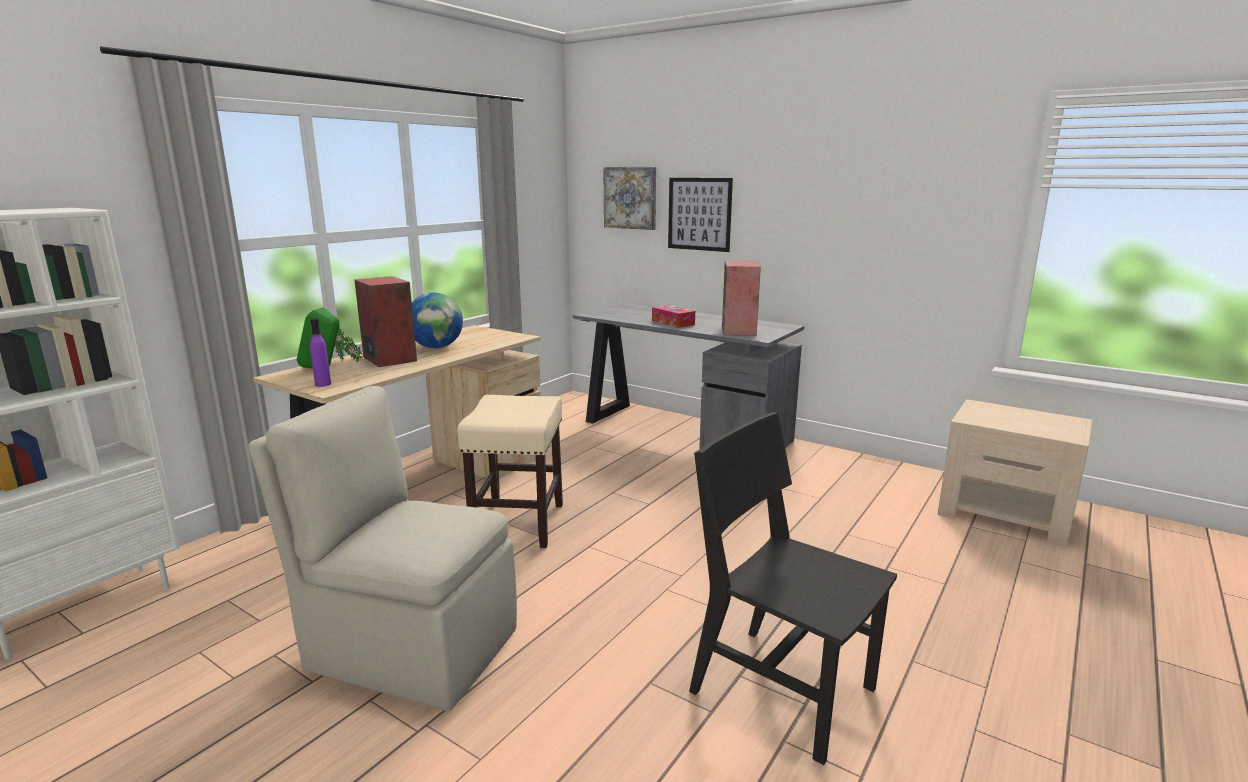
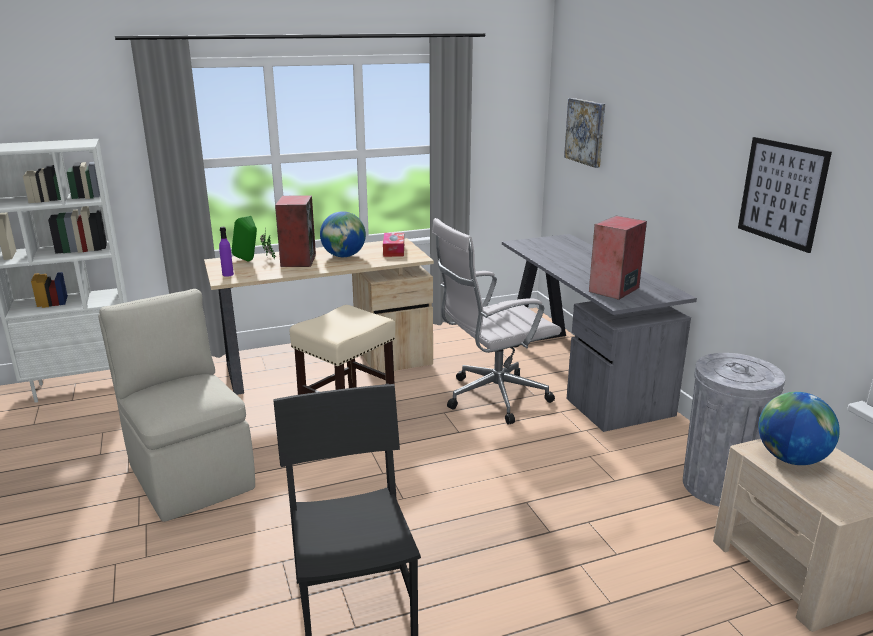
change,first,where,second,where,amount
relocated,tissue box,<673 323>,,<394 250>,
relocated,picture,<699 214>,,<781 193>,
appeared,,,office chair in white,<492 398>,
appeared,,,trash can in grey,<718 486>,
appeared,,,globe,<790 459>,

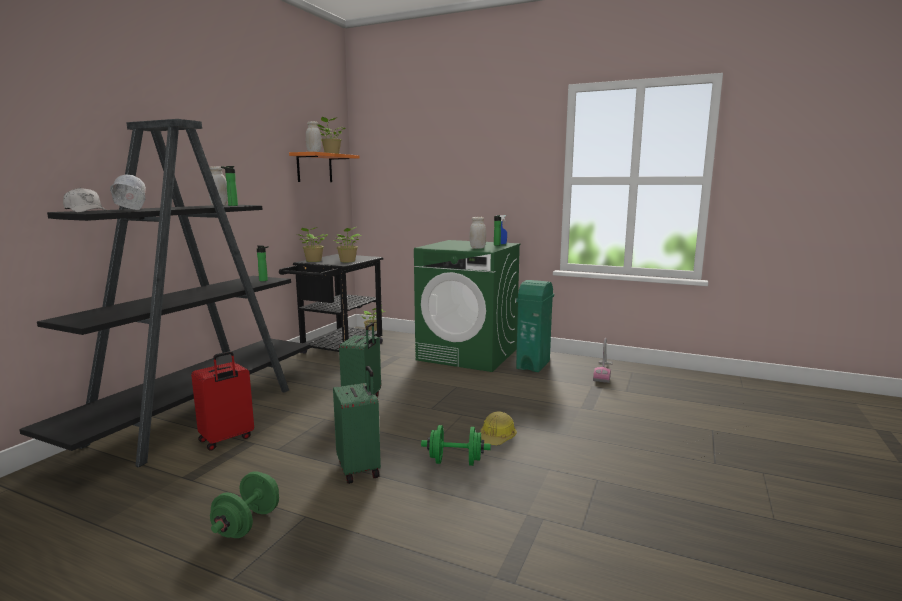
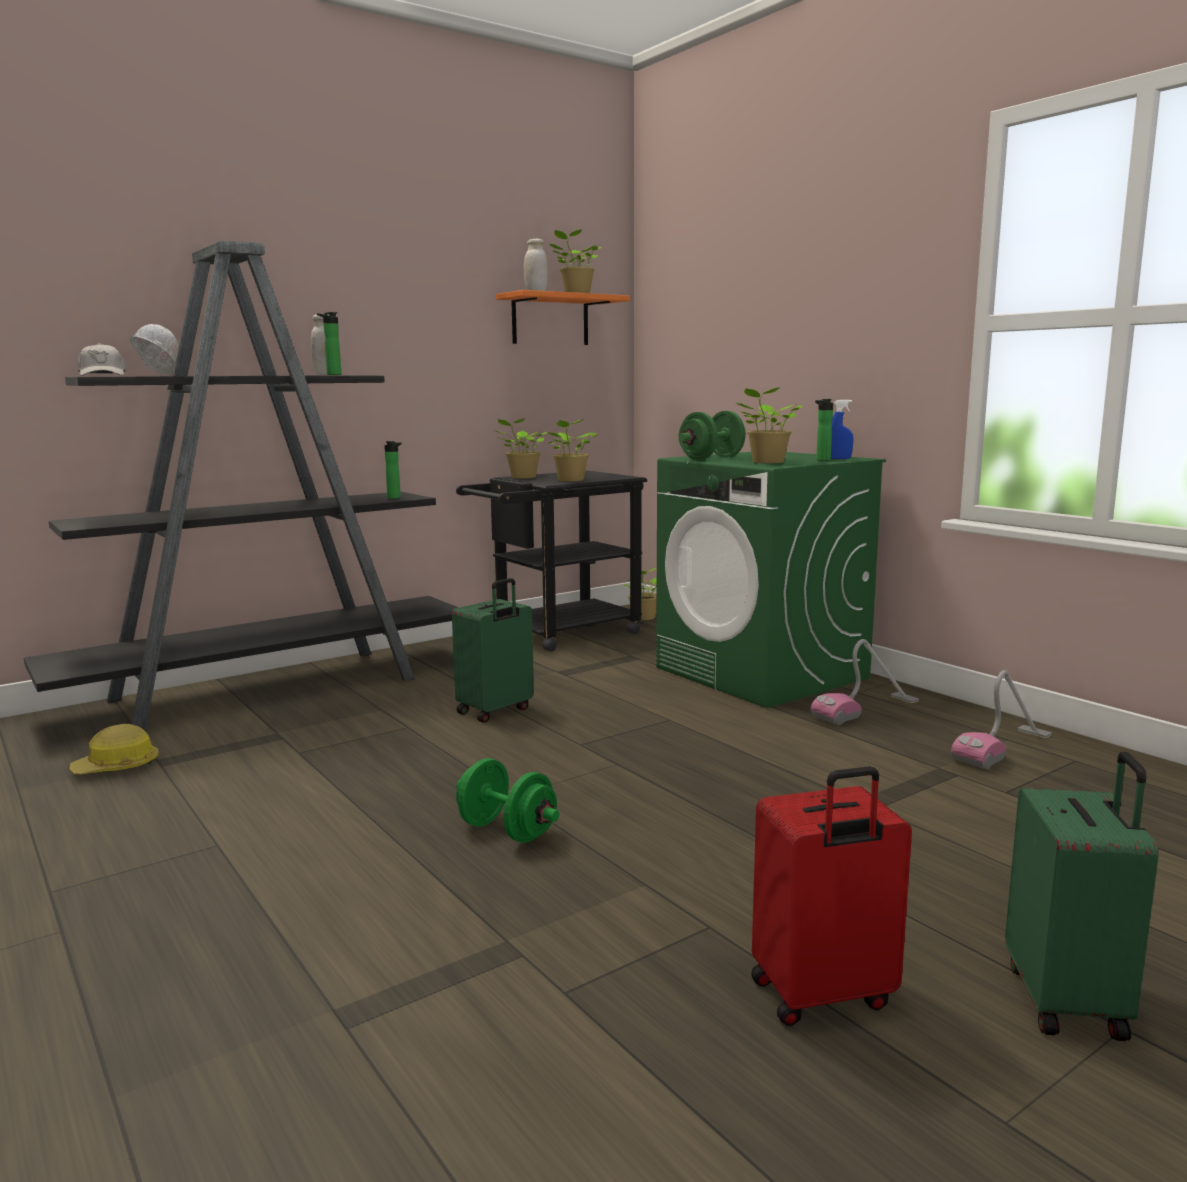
change,first,where,second,where,amount
relocated,suitcase in red,<226 439>,,<823 996>,
relocated,dumbbell in green,<247 524>,,<711 458>,
relocated,suitcase in green,<360 469>,,<1068 1001>,
exchanged,jar in white,<477 248>,potted plant,<766 462>,
relocated,hard hat,<497 438>,,<117 767>,
exchanged,trash can in green,<533 365>,vacuum cleaner,<866 710>,

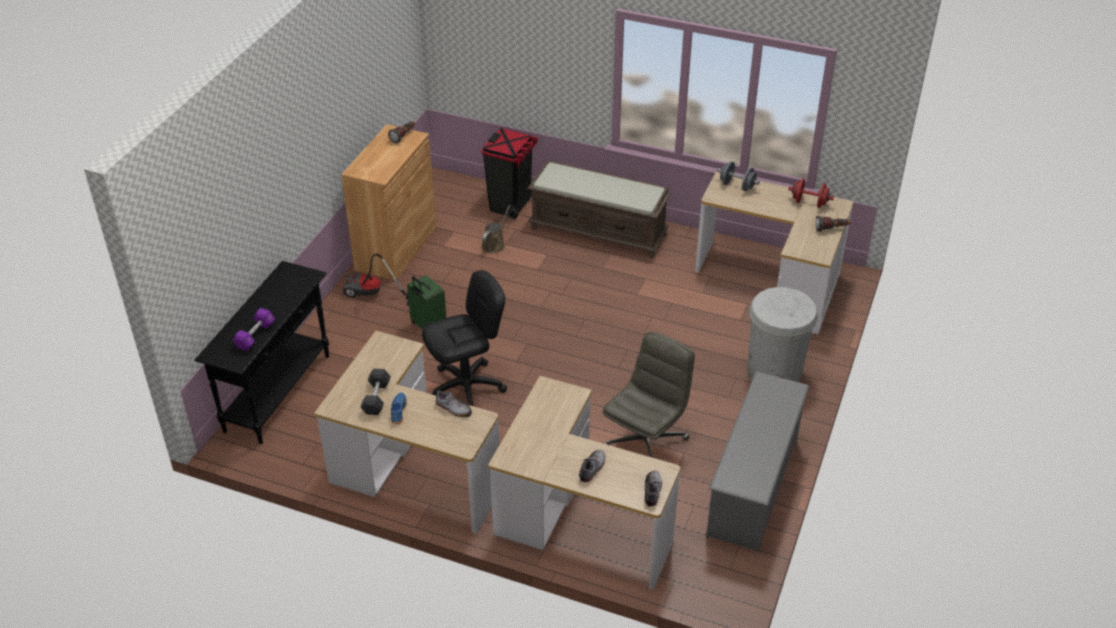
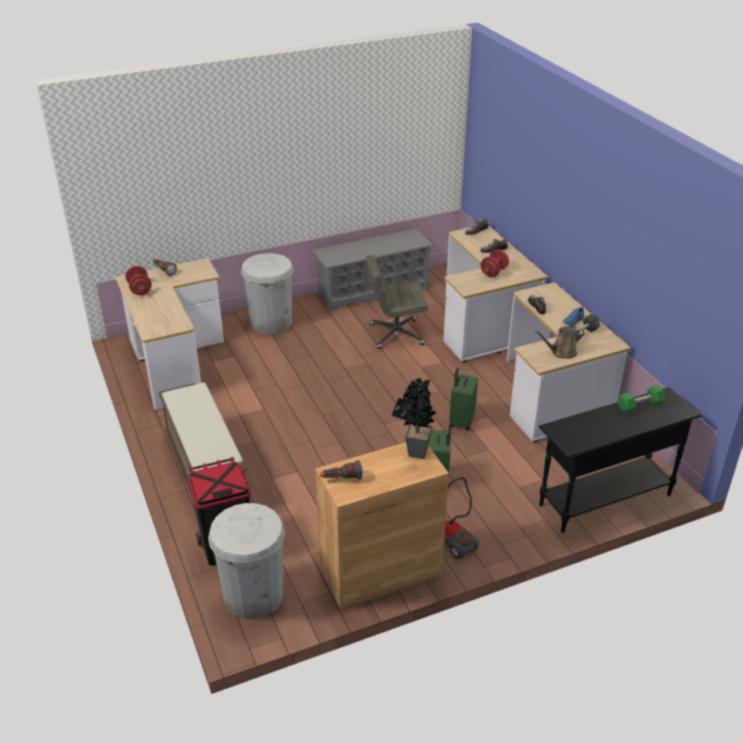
change,first,where,second,where,amount
colour,dumbbell in purple,<255 336>,dumbbell in green,<639 405>,
exchanged,office chair in black,<467 387>,suitcase in green,<461 421>,
relocated,watering can in brown,<494 244>,,<561 352>,
missing,dumbbell in grey,<737 186>,,,
appeared,,,trash can in white,<253 595>,
appeared,,,potted plant,<415 454>,
appeared,,,dumbbell in red,<493 272>,

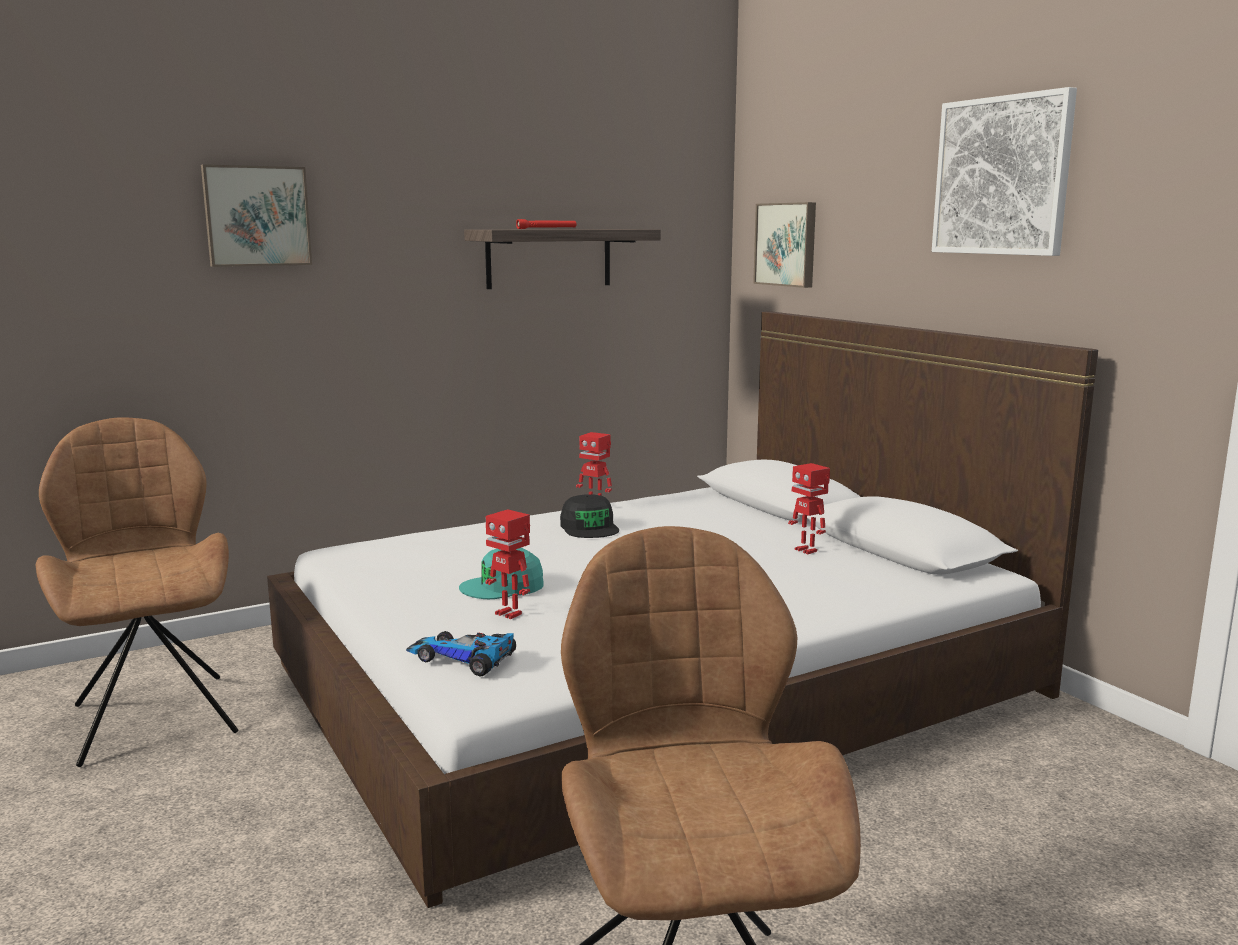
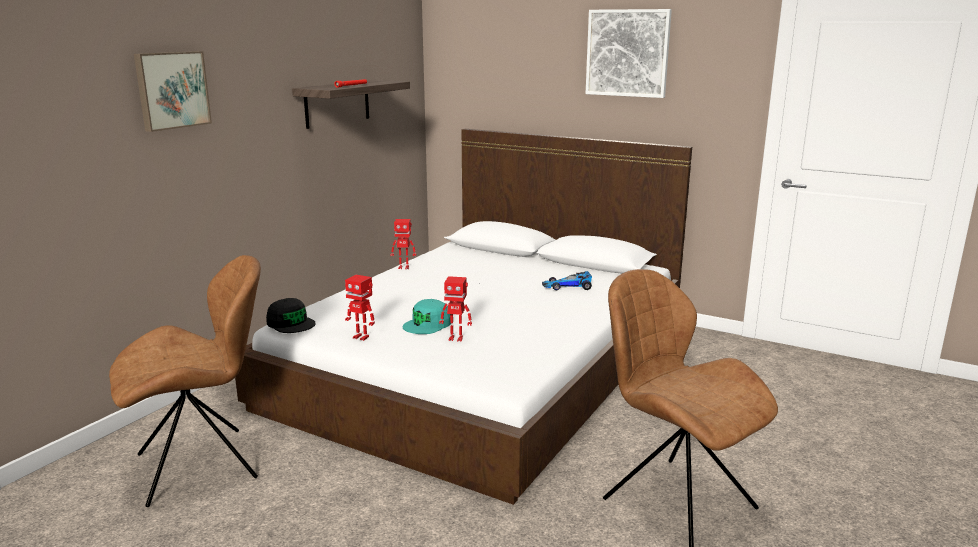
change,first,where,second,where,amount
spun,chair in brown,<154 716>,,<202 465>,120 degrees clockwise
relocated,toy car,<462 659>,,<568 286>,
relocated,cap in black,<589 527>,,<291 323>,
missing,picture,<787 244>,,,
relocated,toy robot,<807 550>,,<361 337>,

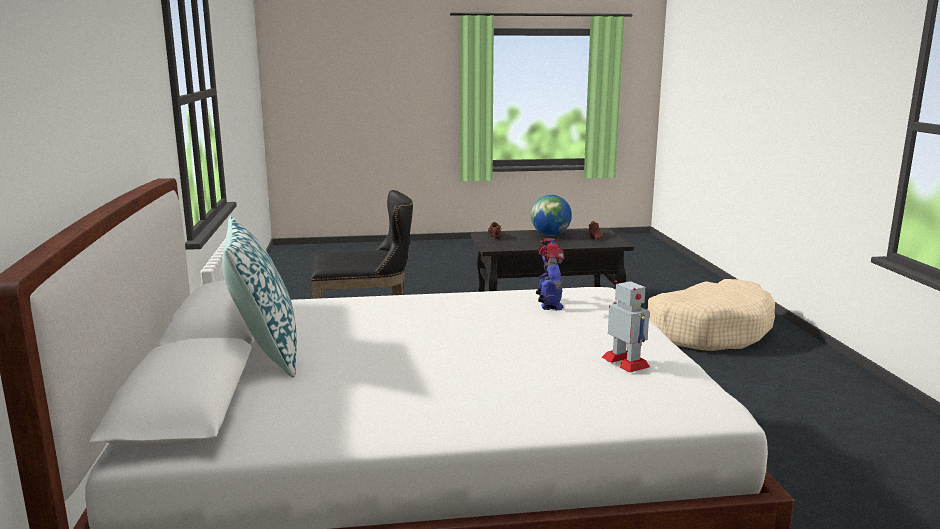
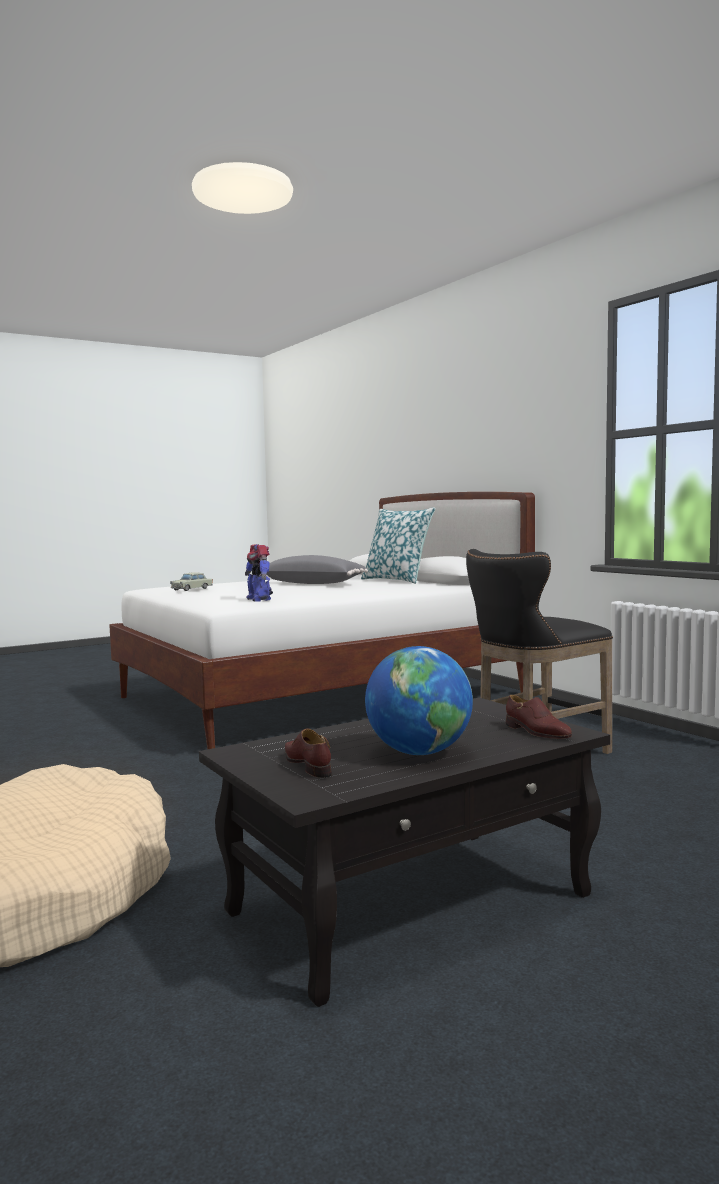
change,first,where,second,where,amount
exchanged,toy robot,<626 362>,toy car in beige,<192 589>,
appeared,,,pillow in grey,<314 583>,

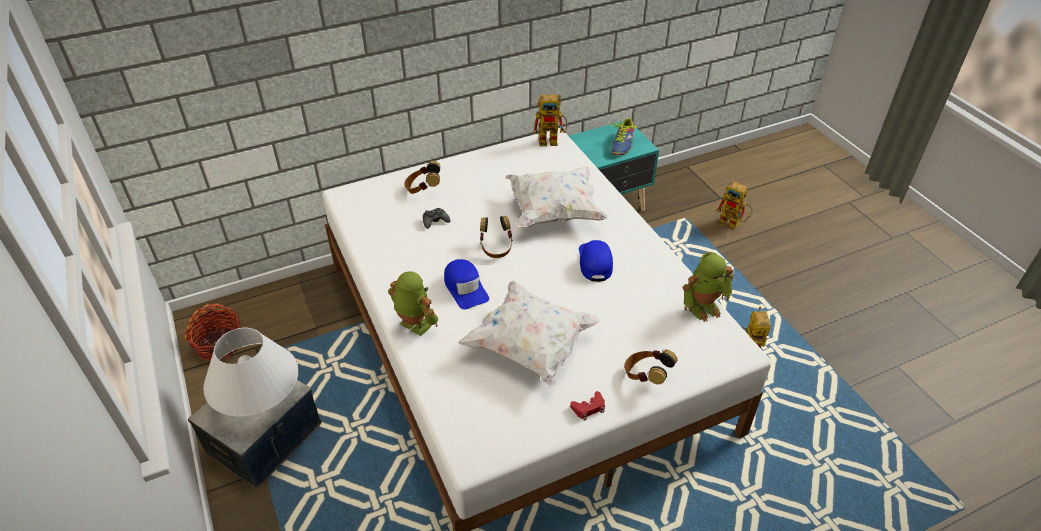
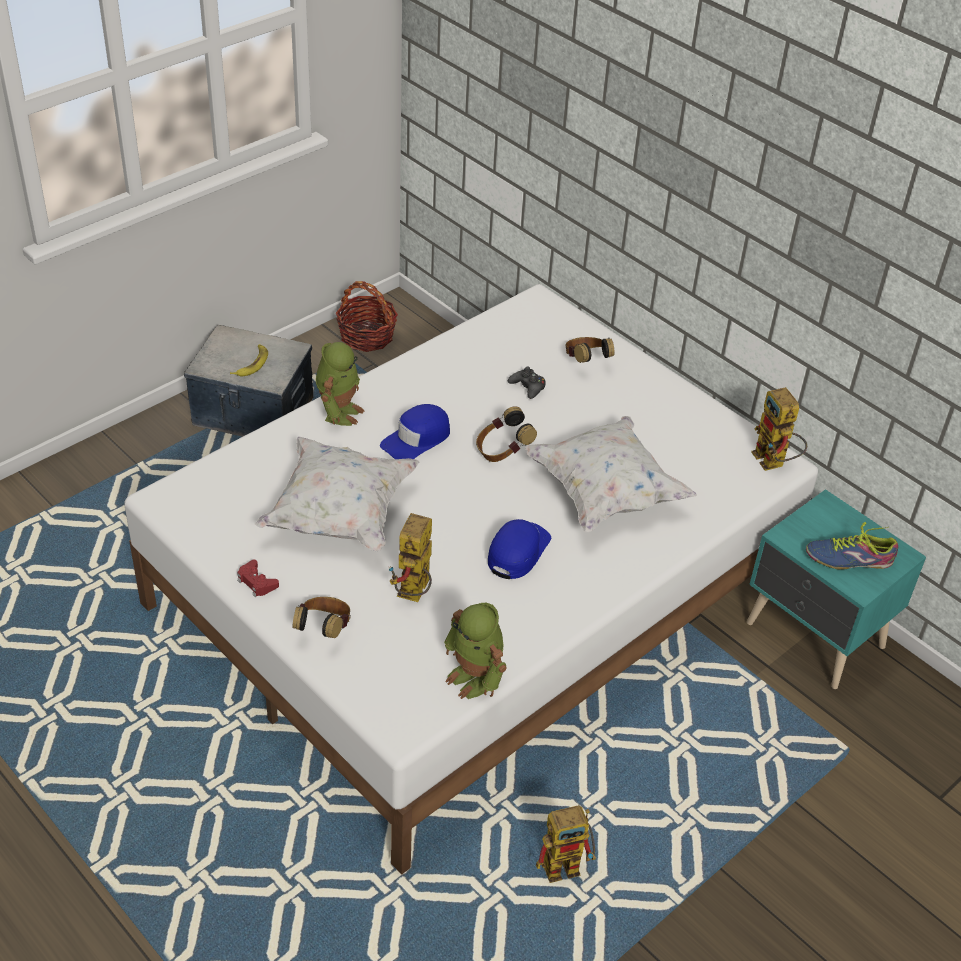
change,first,where,second,where,amount
exchanged,table lamp in white,<260 401>,banana,<252 364>,
spun,cap in blue,<595 262>,,<517 551>,45 degrees counterclockwise
relocated,toy robot,<733 224>,,<414 595>,

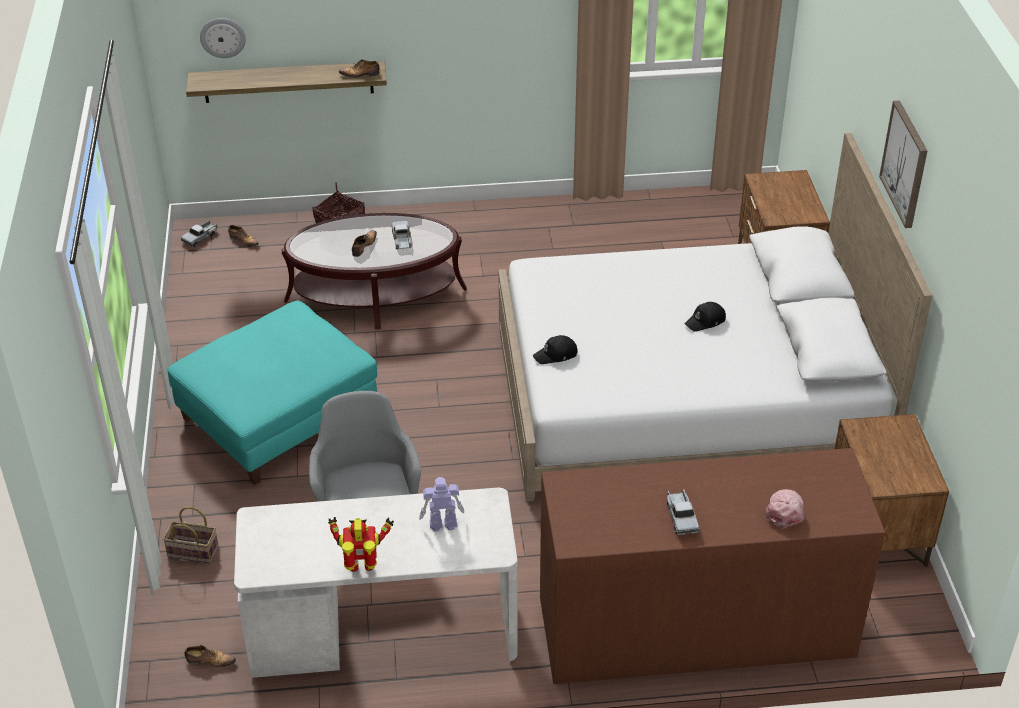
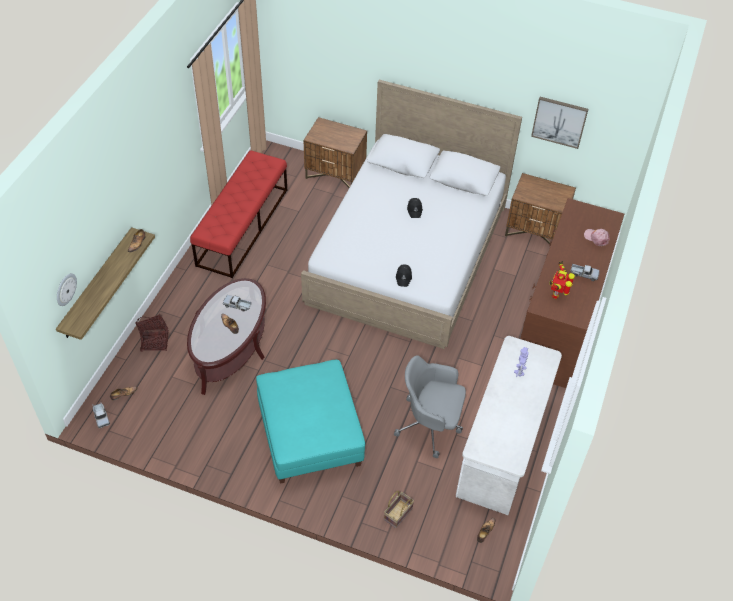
change,first,where,second,where,amount
relocated,toy robot,<362 568>,,<557 294>,
relocated,picture,<905 163>,,<559 121>,
appeared,,,bench in red,<243 226>,

